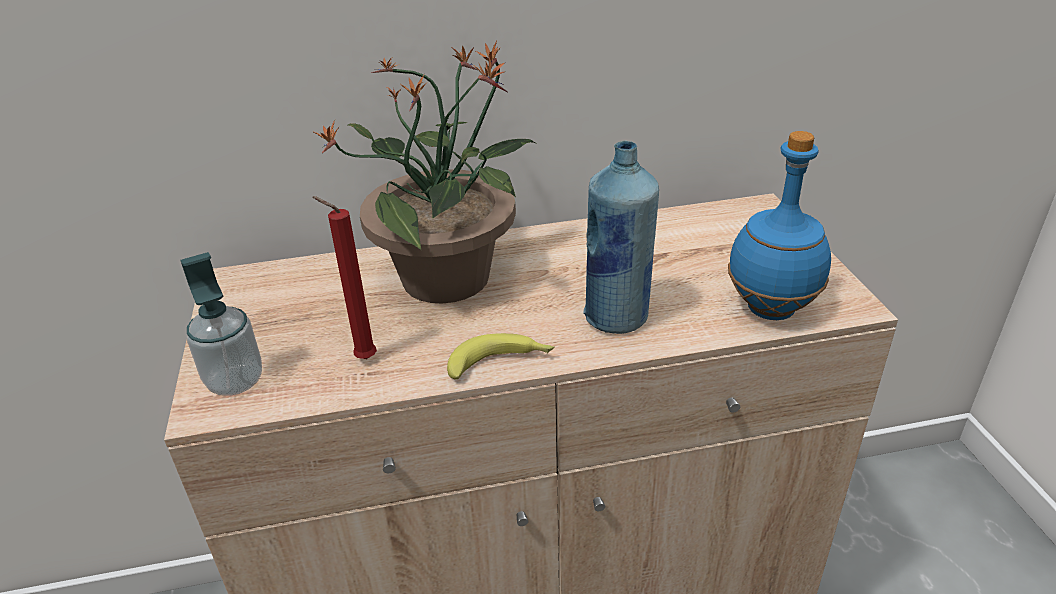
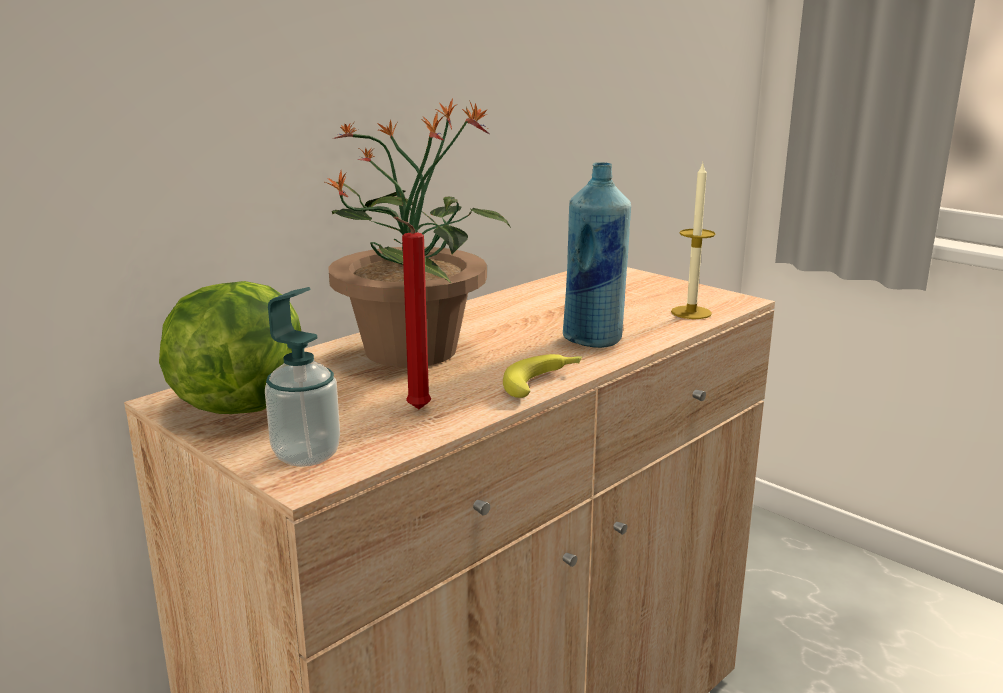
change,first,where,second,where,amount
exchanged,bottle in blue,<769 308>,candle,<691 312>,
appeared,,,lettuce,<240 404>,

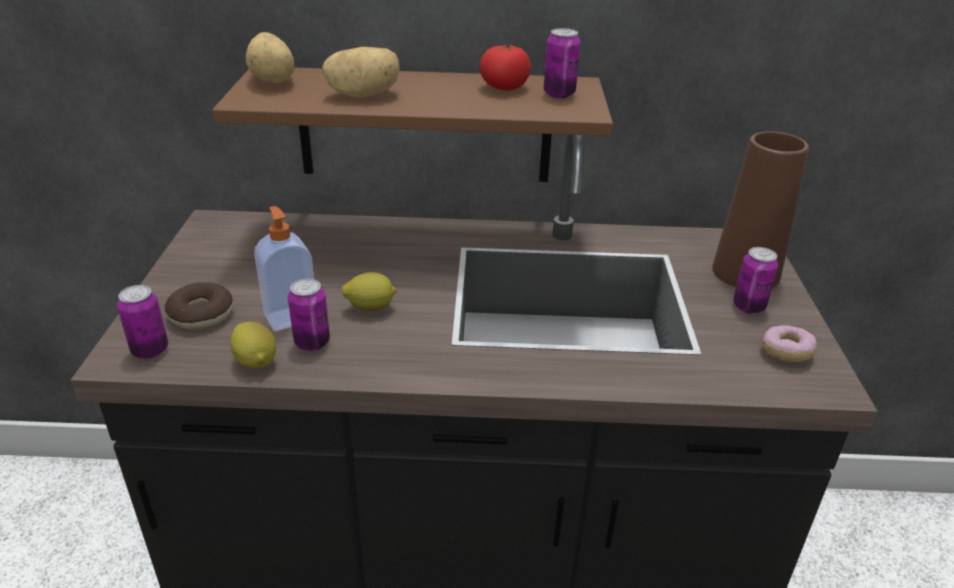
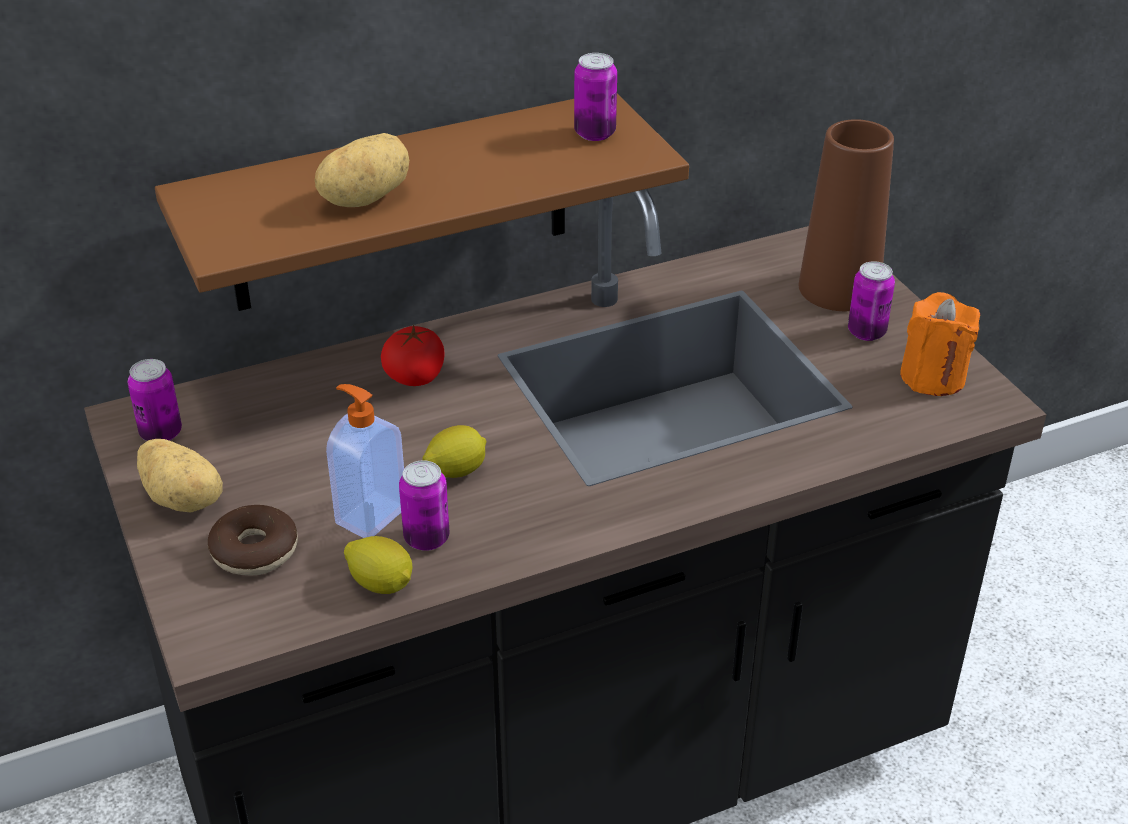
change,first,where,second,where,amount
relocated,can,<150 350>,,<161 433>,
relocated,potato,<274 80>,,<184 499>,
relocated,tomato,<504 87>,,<415 377>,
exchanged,donut,<786 353>,candle in orange,<933 377>,

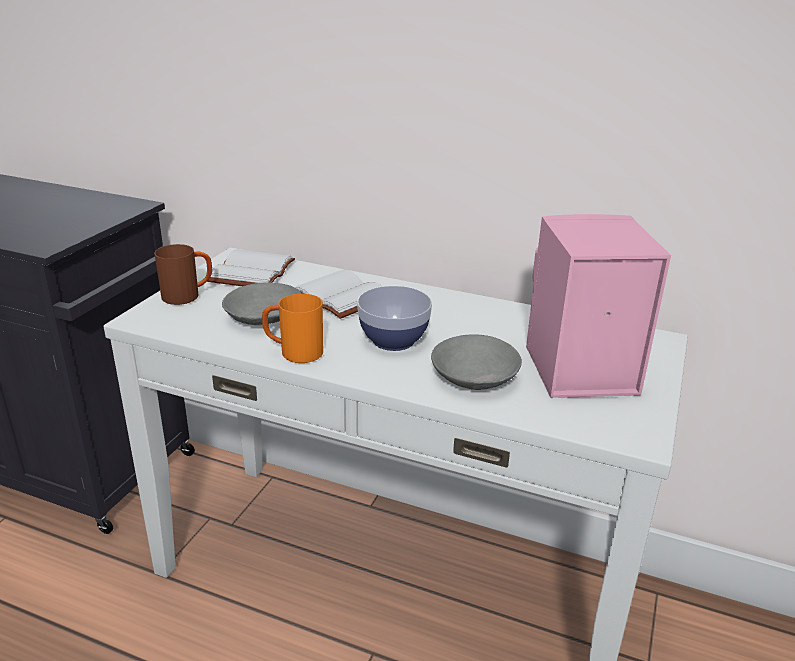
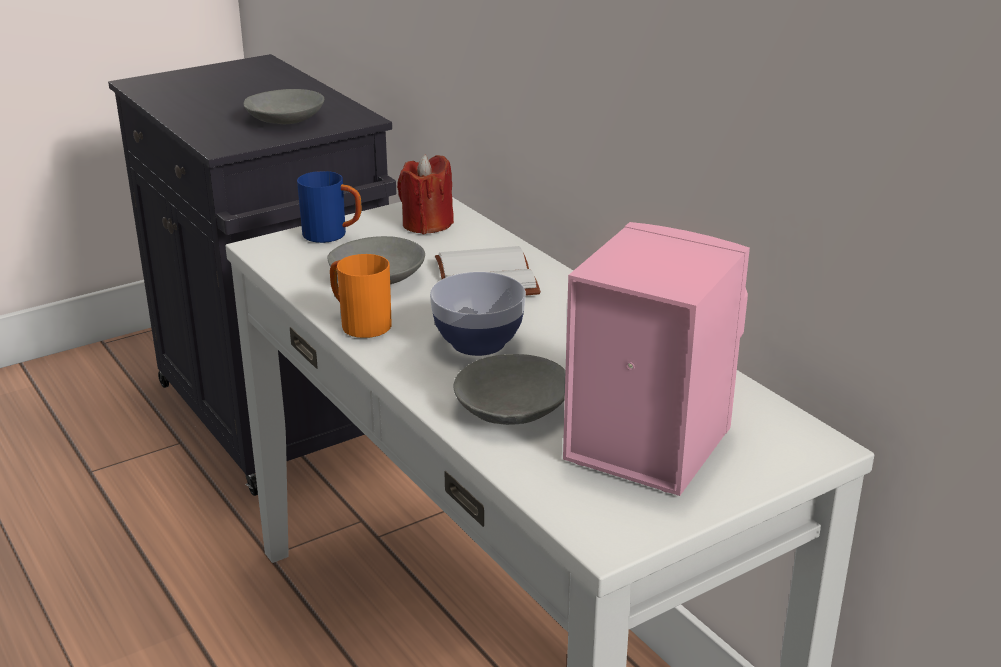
change,first,where,second,where,amount
colour,mug in brown,<188 296>,mug in blue,<333 235>,
exchanged,book in white,<250 271>,candle in red,<427 224>,
appeared,,,bowl in grey,<284 120>,

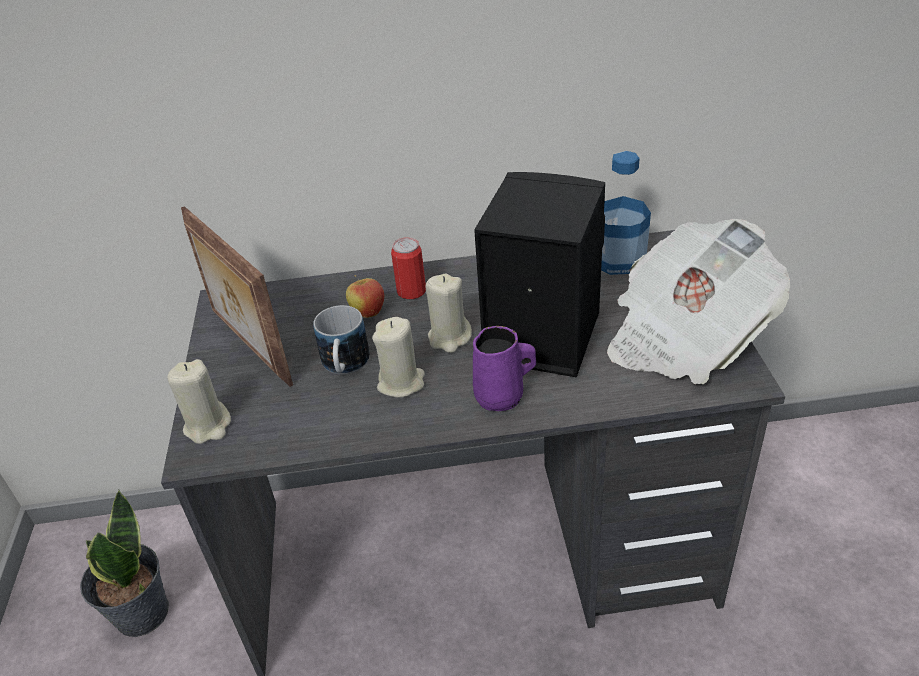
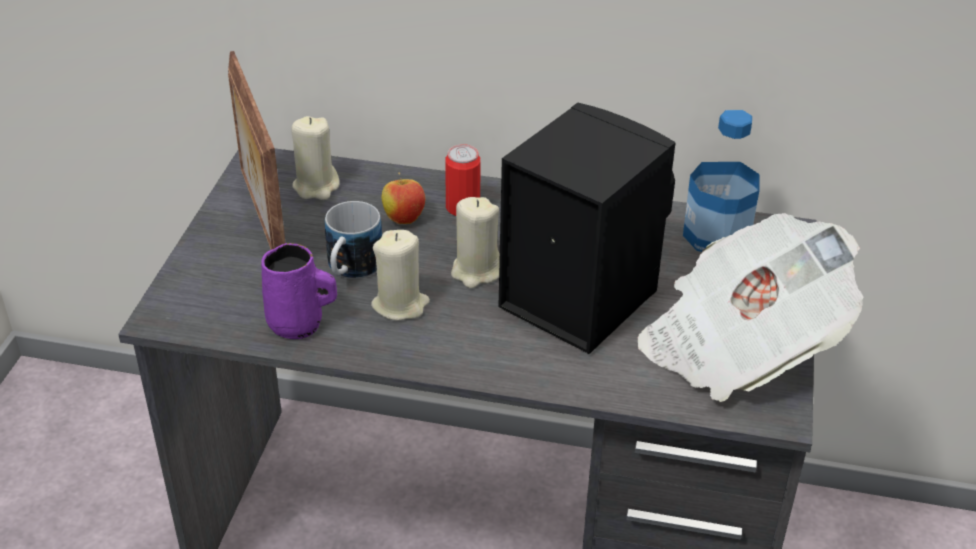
change,first,where,second,where,amount
missing,potted plant,<141 613>,,,
relocated,candle in beige,<208 426>,,<316 186>,
relocated,mug in purple,<502 397>,,<299 325>,

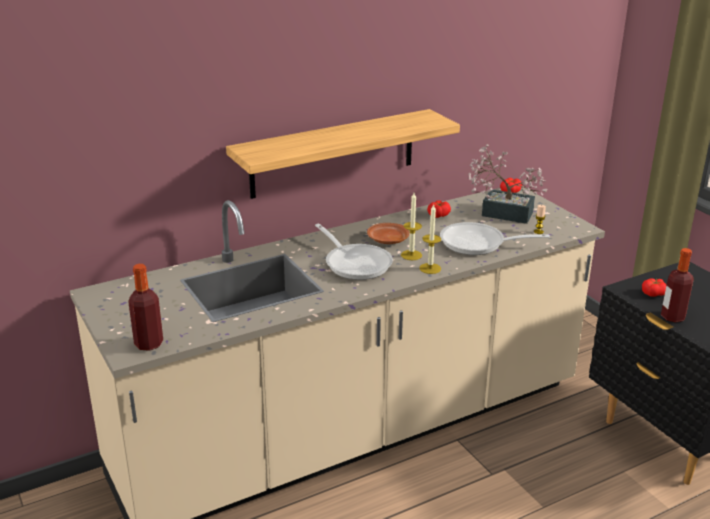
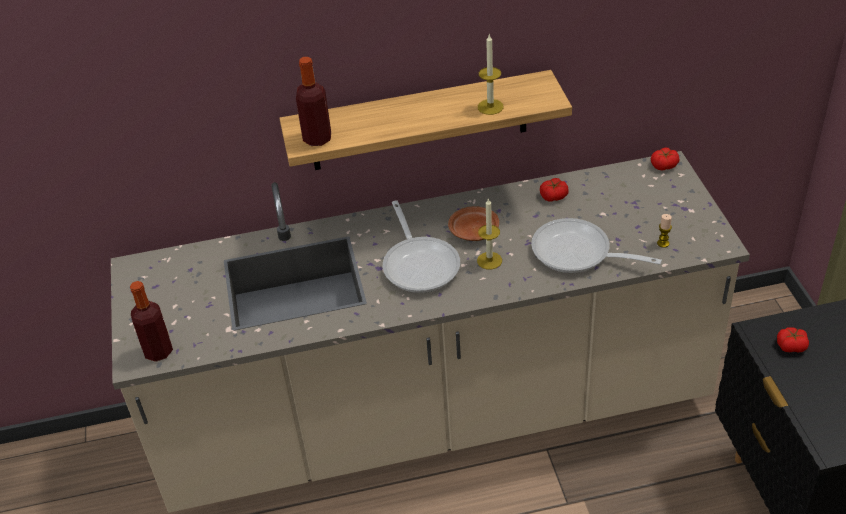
change,first,where,second,where,amount
relocated,candle,<430 268>,,<490 107>,
missing,potted plant,<501 212>,,,
relocated,bottle,<672 317>,,<317 138>,

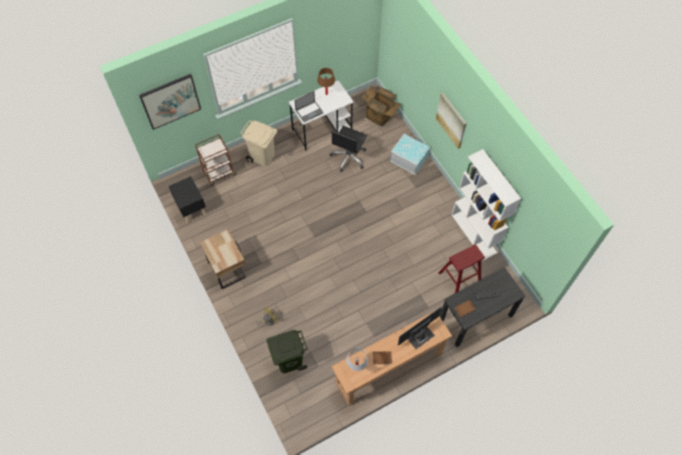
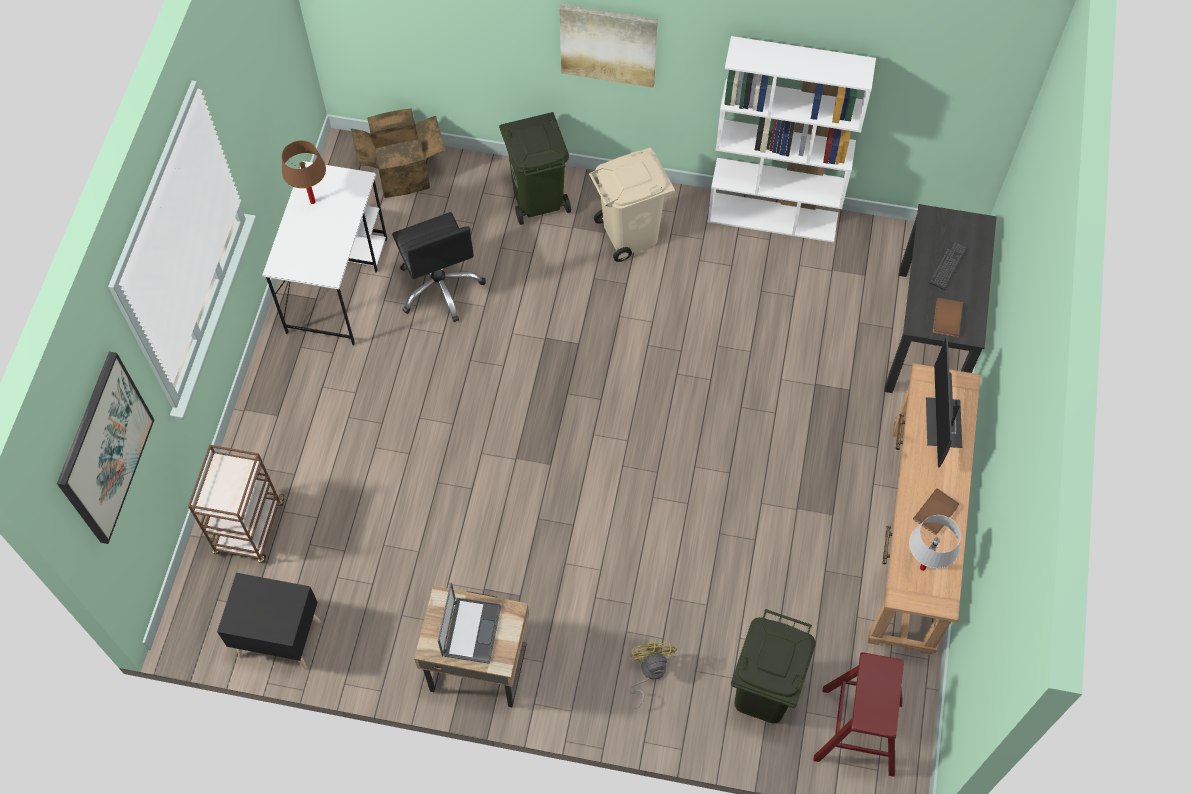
change,first,where,second,where,amount
relocated,trash can in beige,<262 157>,,<631 234>,
relocated,laptop,<309 111>,,<471 629>,
exchanged,storage box in white,<409 159>,trash can in green,<539 199>,
relocated,stool in red,<459 278>,,<858 730>,

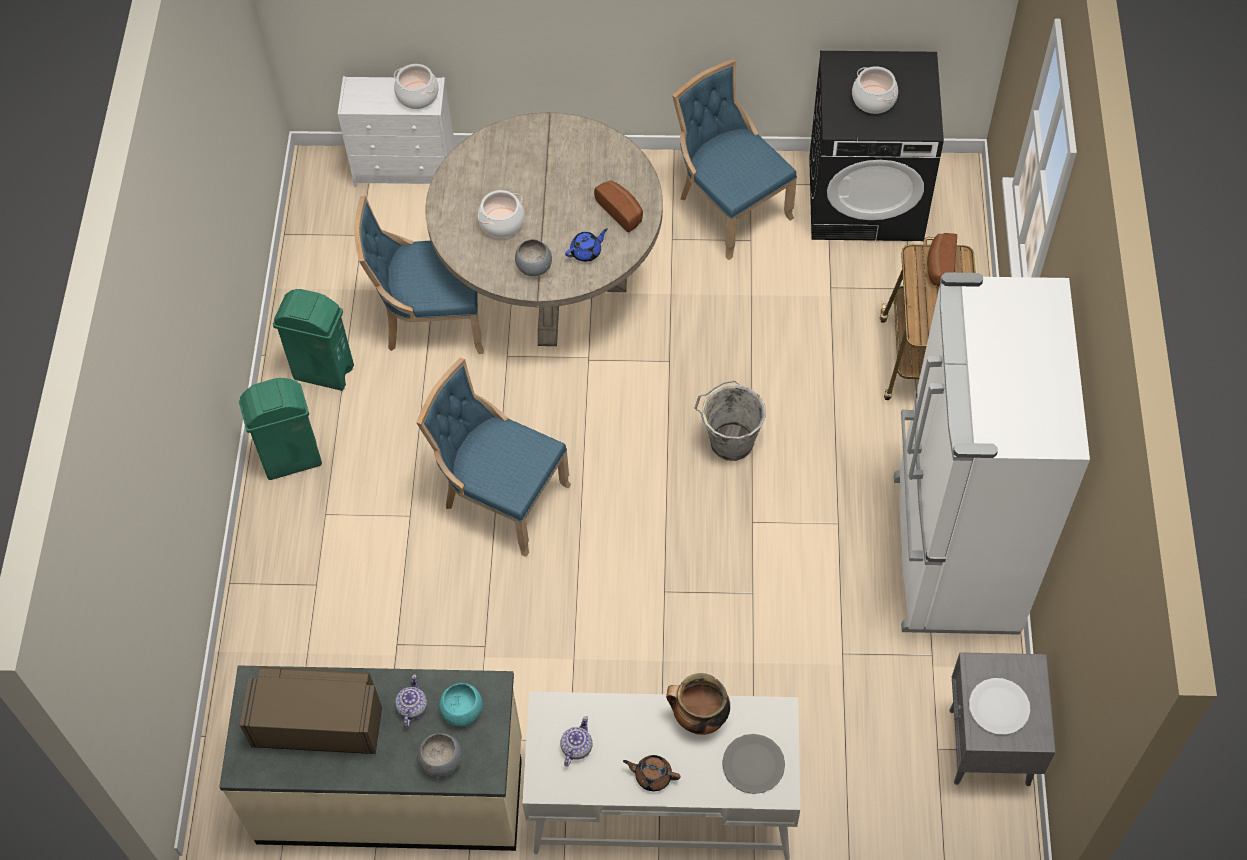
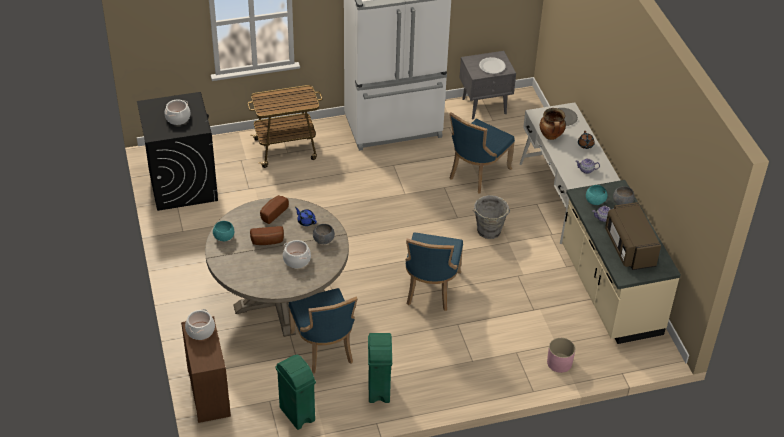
change,first,where,second,where,amount
relocated,trash can in green,<291 459>,,<297 414>,
colour,dresser in white,<407 169>,dresser in brown,<208 392>,
relocated,chair in blue,<730 207>,,<476 174>,
relocated,bucket in grey,<730 441>,,<489 231>,
relocated,bread,<939 267>,,<267 242>,
appeared,,,bowl in turquoise,<224 237>,
appeared,,,planter in pink,<559 363>,

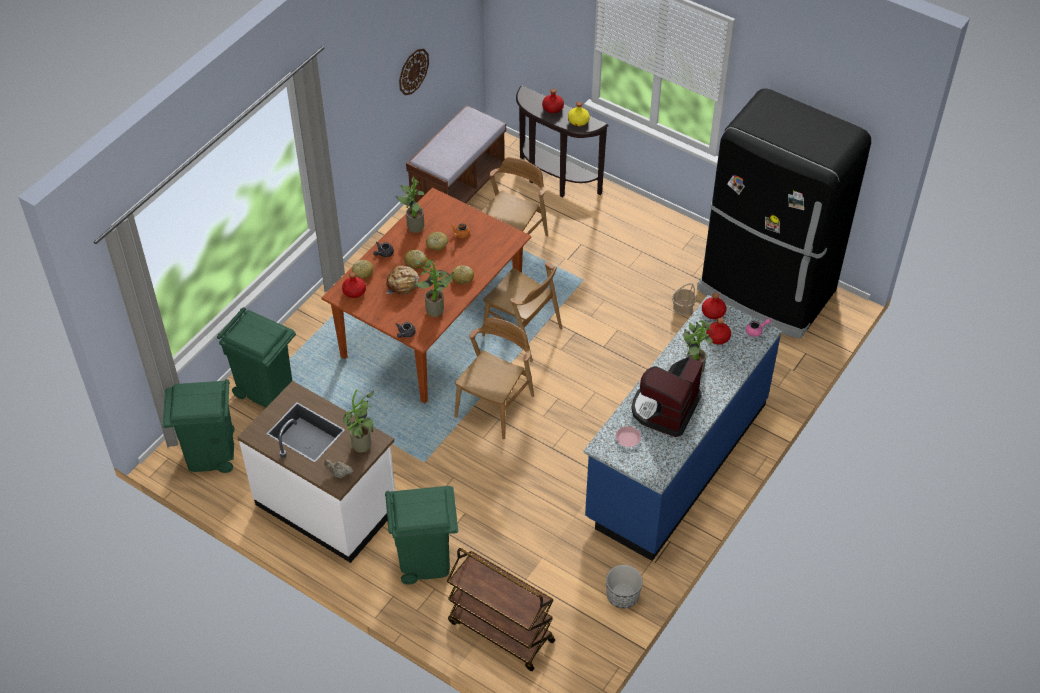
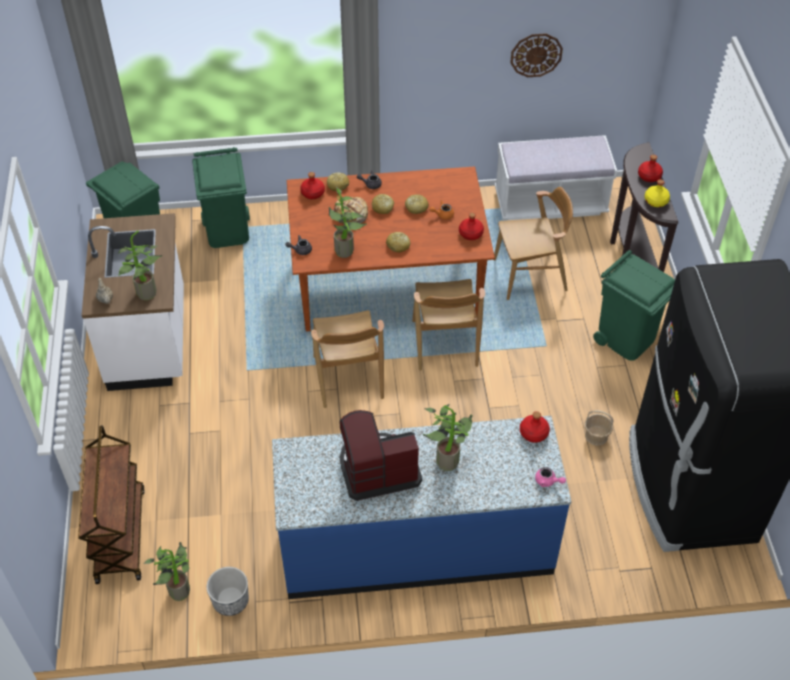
change,first,where,second,where,amount
relocated,trash can in green,<425 559>,,<627 338>,
relocated,potted plant,<413 226>,,<178 589>,
colour,bench in brown,<458 186>,bench in white,<550 203>,
spun,chair in brown,<495 406>,,<348 377>,90 degrees clockwise
missing,plate in pink,<628 438>,,,
relocated,bottle in red,<718 337>,,<471 234>,

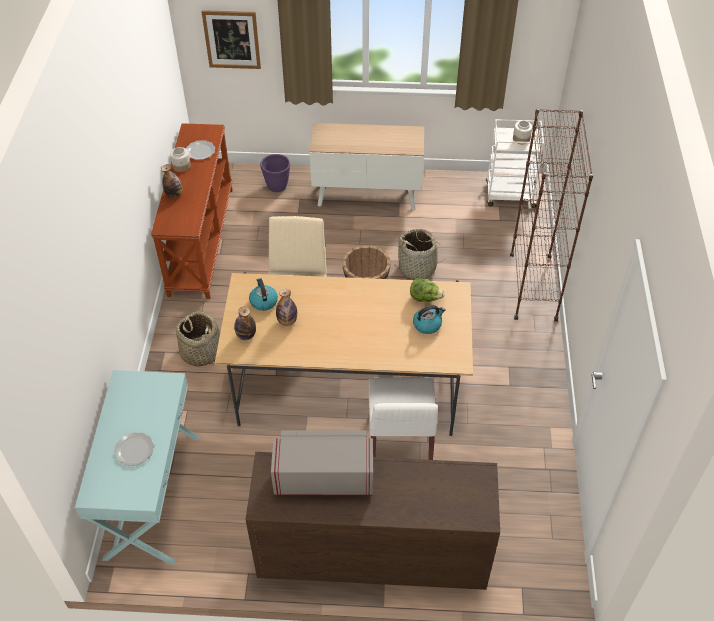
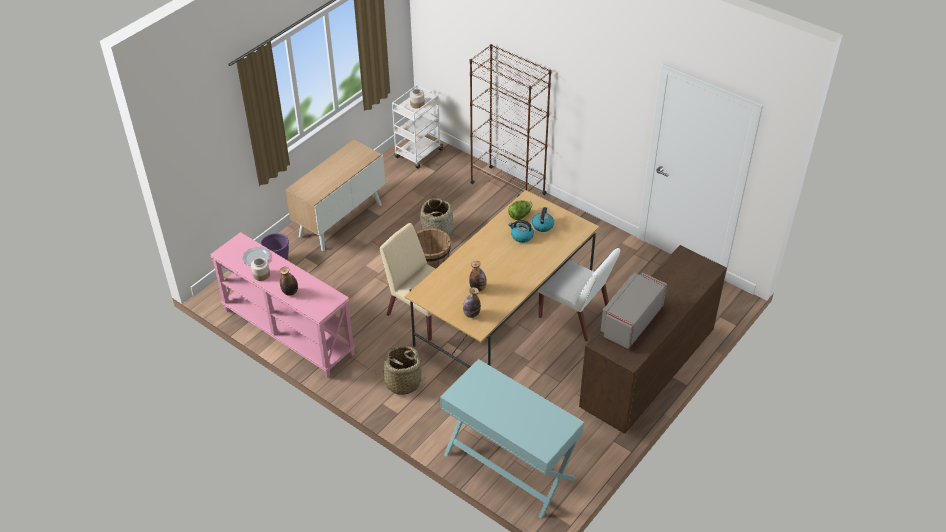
change,first,where,second,where,amount
missing,plate,<135 450>,,,
colour,console table in brown,<200 240>,console table in pink,<287 332>,
missing,picture,<232 39>,,,
relocated,kettle,<263 301>,,<521 236>,

